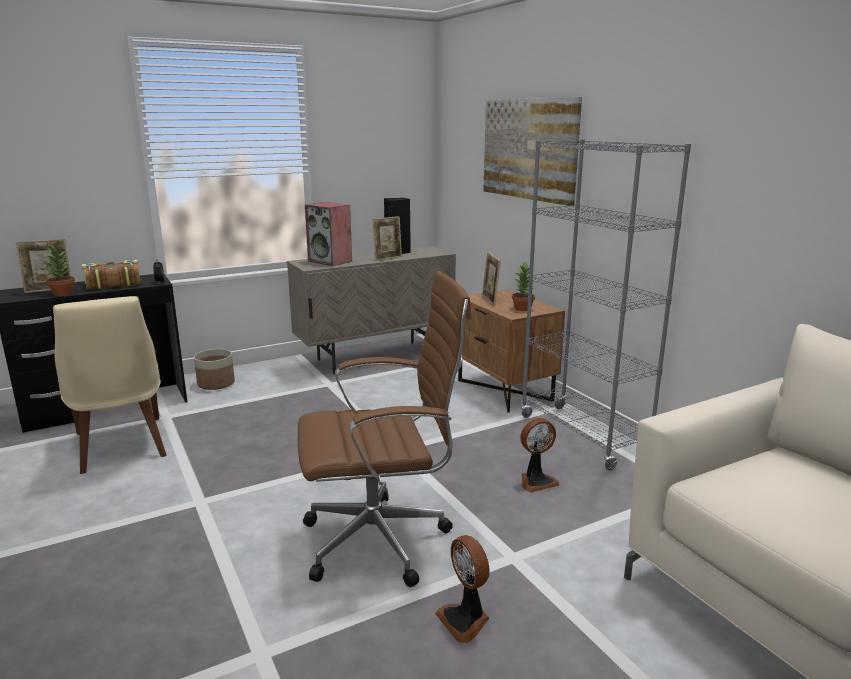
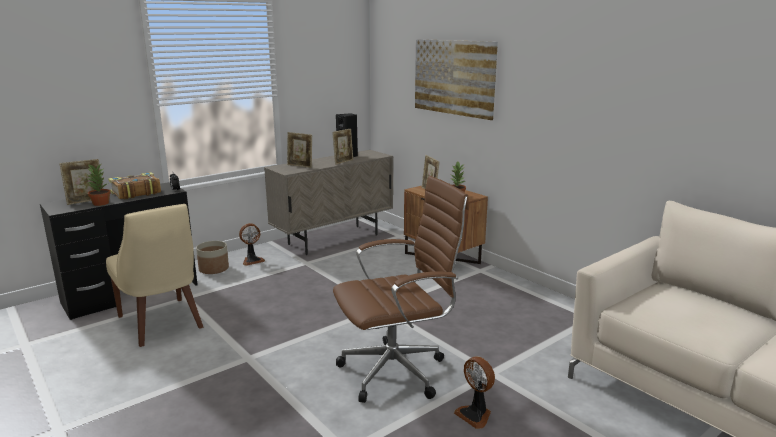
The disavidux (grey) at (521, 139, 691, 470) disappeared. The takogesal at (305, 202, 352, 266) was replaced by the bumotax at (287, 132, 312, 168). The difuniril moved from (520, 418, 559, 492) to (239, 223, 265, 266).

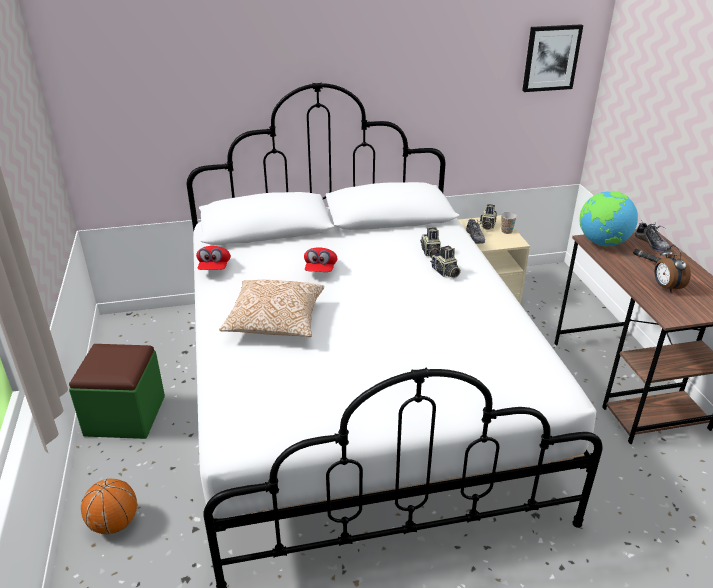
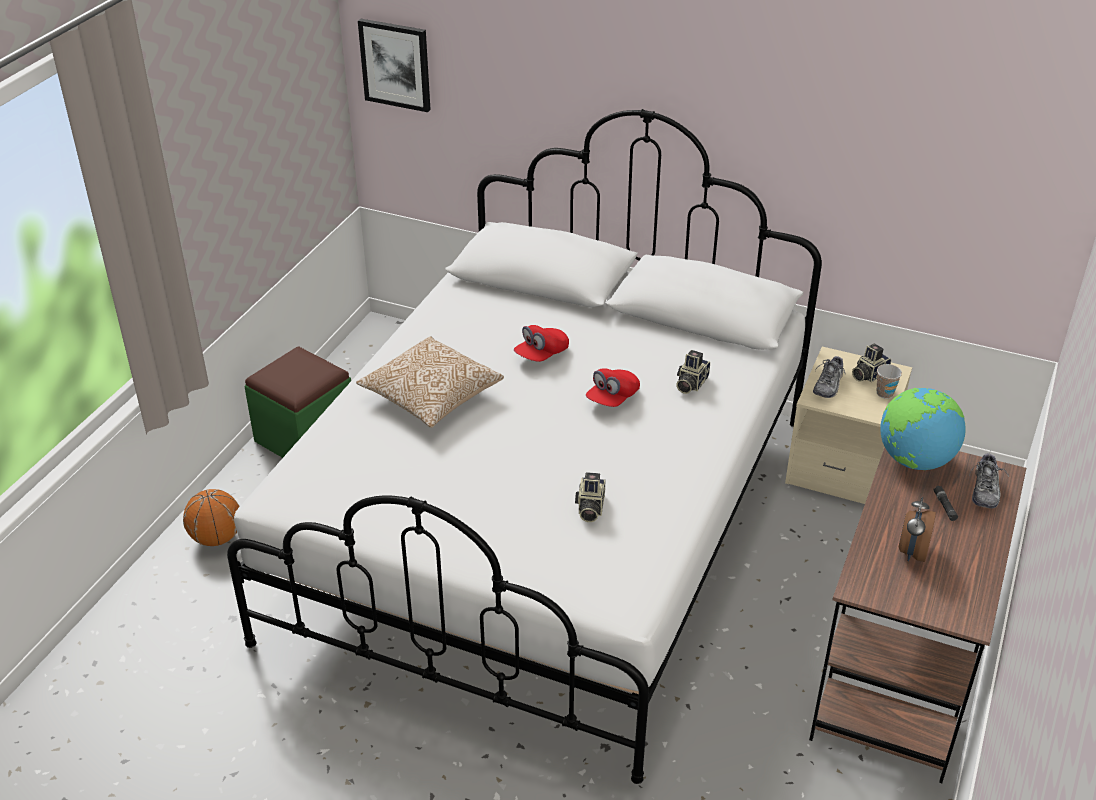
The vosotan moved from (522, 24, 583, 92) to (358, 19, 431, 112). The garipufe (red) moved from (196, 246, 231, 270) to (586, 368, 640, 407). The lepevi moved from (430, 246, 461, 278) to (575, 472, 605, 522).

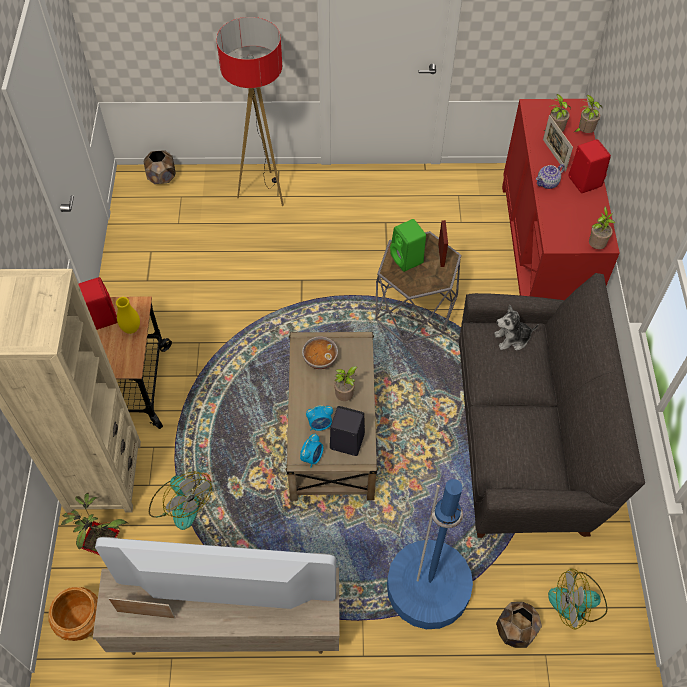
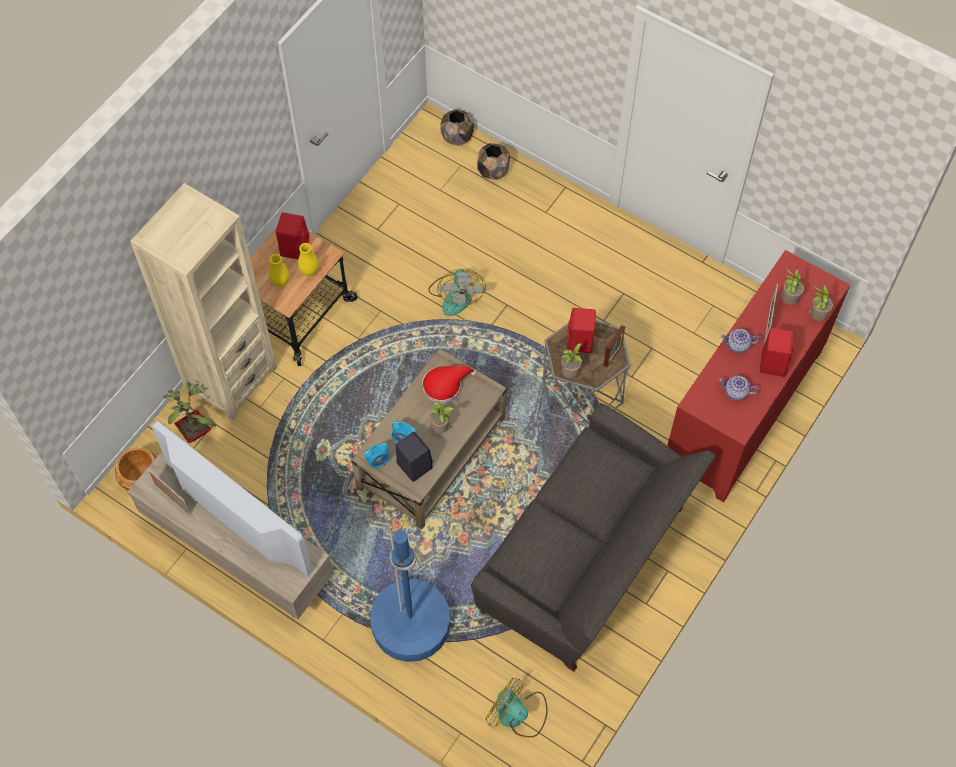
The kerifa at (216, 17, 284, 206) disappeared. The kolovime moved from (589, 206, 615, 249) to (562, 343, 582, 378). The takogesal (green) at (390, 219, 426, 272) became the takogesal (red) at (567, 308, 596, 353). The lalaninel at (494, 305, 539, 350) disappeared. The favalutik at (302, 336, 338, 369) was replaced by the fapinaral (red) at (422, 366, 477, 403). The difuniril moved from (149, 472, 212, 530) to (428, 269, 486, 316). The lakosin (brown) moved from (496, 602, 542, 648) to (477, 143, 510, 180). The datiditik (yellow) at (268, 254, 289, 287) appeared. The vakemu at (719, 376, 758, 401) appeared.

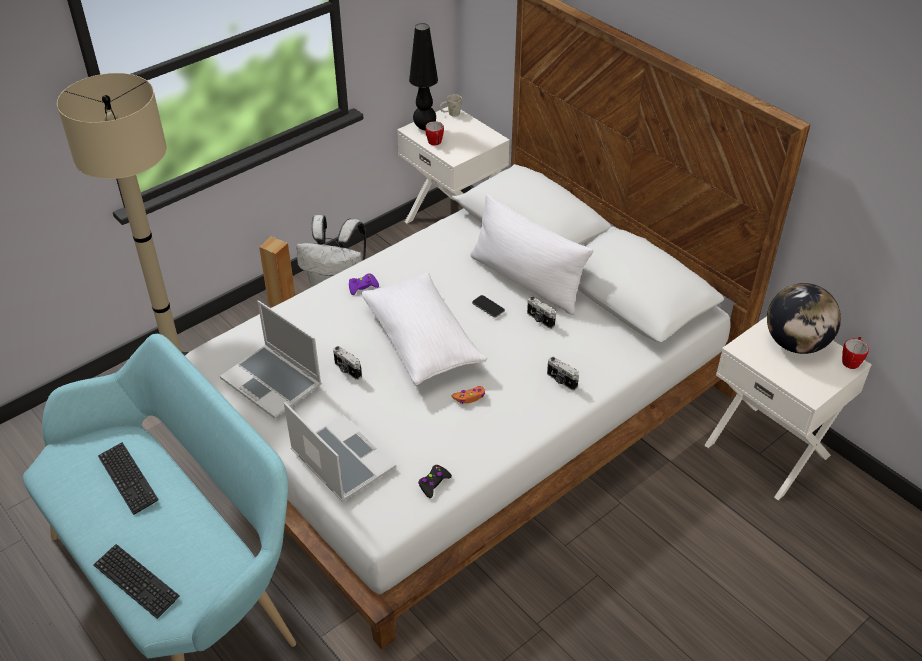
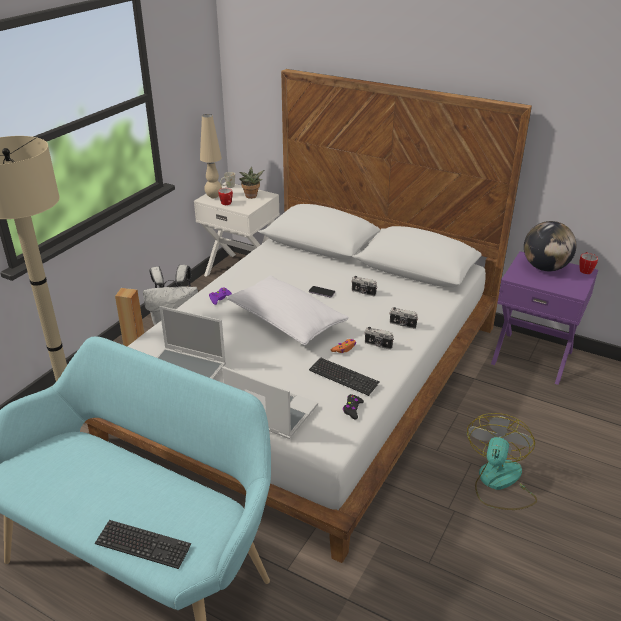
The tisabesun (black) at (409, 23, 438, 130) became the tisabesun (beige) at (200, 114, 222, 198). The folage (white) at (470, 194, 593, 315) disappeared. The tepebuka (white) at (705, 316, 872, 500) became the tepebuka (purple) at (491, 251, 598, 385). The lepevi moved from (333, 346, 362, 380) to (365, 327, 394, 350). The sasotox moved from (98, 442, 159, 515) to (309, 357, 379, 396). The kolovime at (239, 167, 264, 199) appeared. The difuniril at (467, 413, 537, 510) appeared.

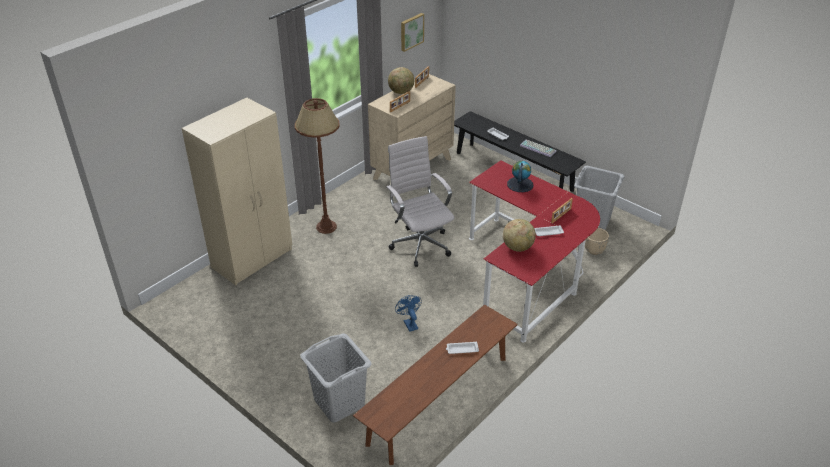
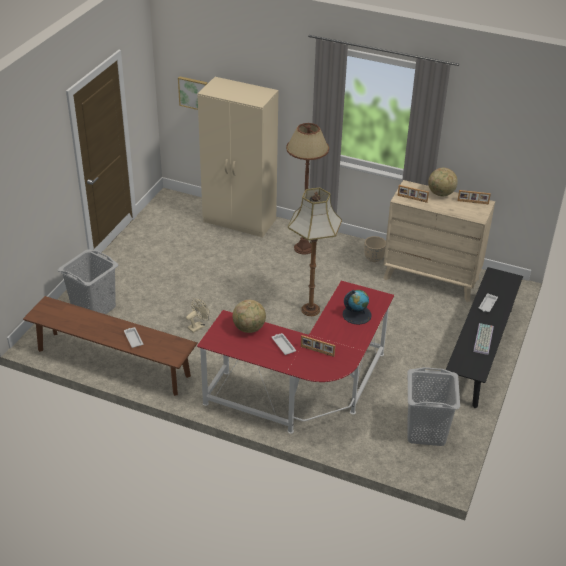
The vosotan moved from (401, 13, 424, 52) to (178, 76, 207, 110). The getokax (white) at (386, 136, 454, 267) was replaced by the kerifa at (288, 188, 342, 316). The lakosin (beige) moved from (585, 228, 609, 255) to (364, 236, 386, 262). The difuniril (blue) at (395, 295, 422, 332) became the difuniril (beige) at (186, 298, 210, 333).

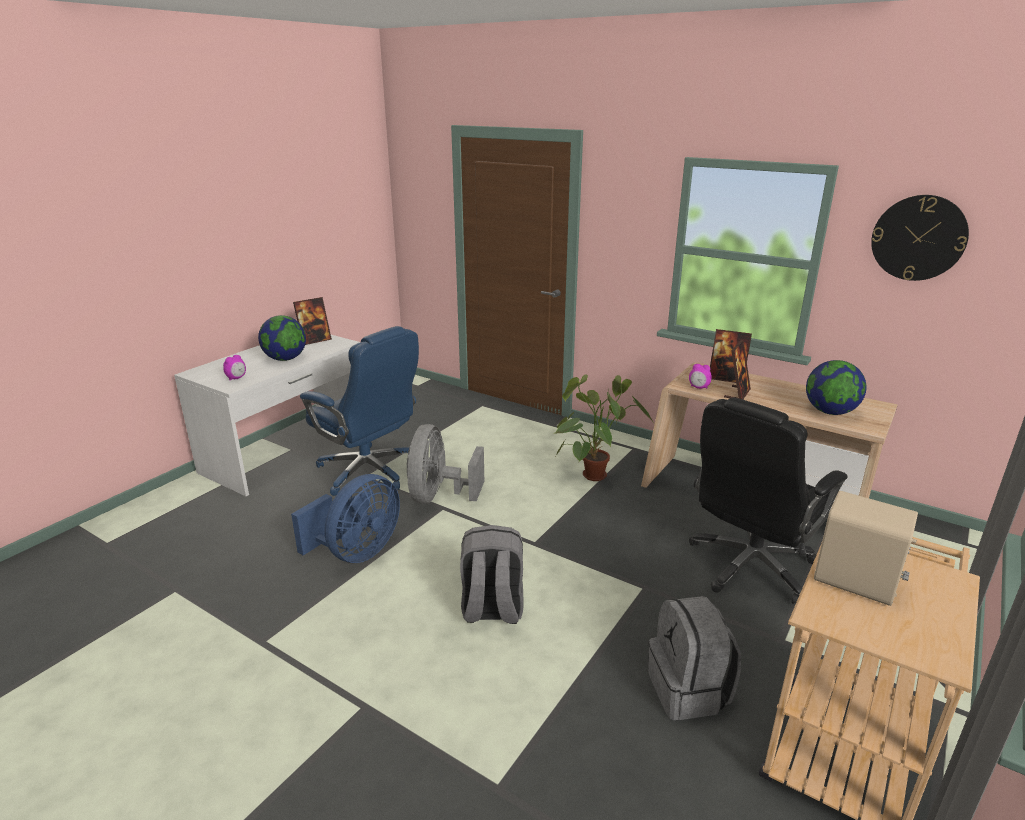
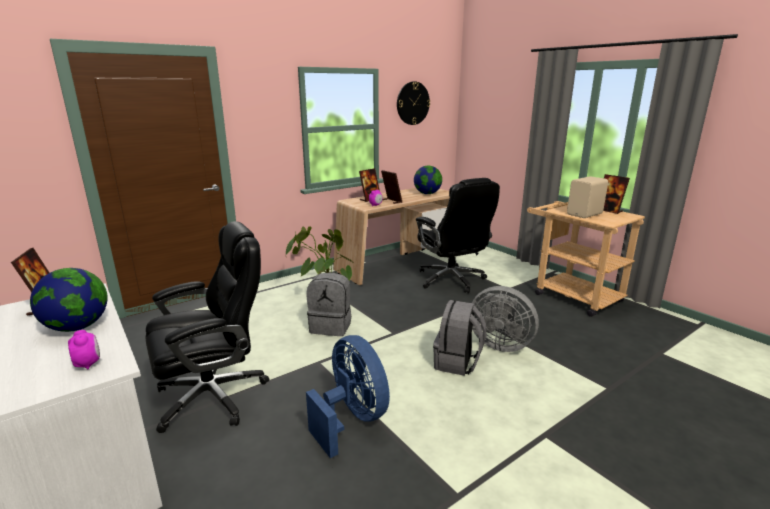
The getokax (blue) at (300, 326, 419, 496) became the getokax (black) at (146, 221, 269, 433). The difuniril (grey) moved from (406, 424, 484, 504) to (472, 286, 539, 352). The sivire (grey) moved from (648, 596, 741, 720) to (307, 272, 351, 336). The bumotax at (603, 174, 630, 214) appeared.

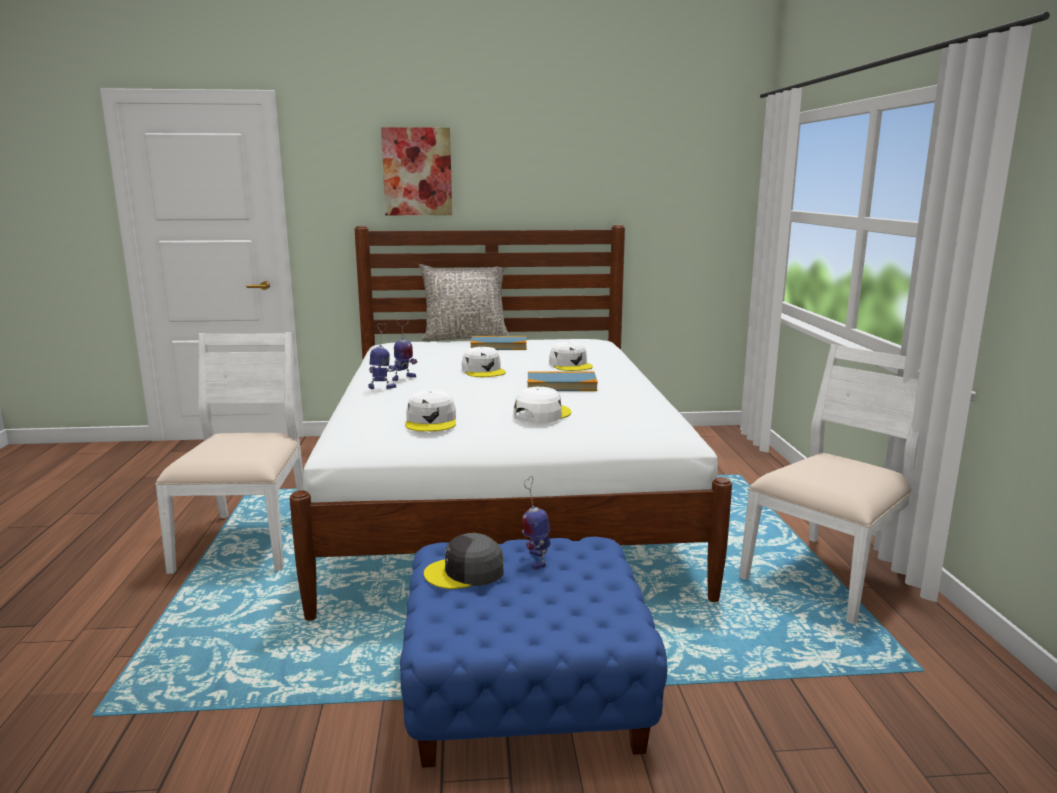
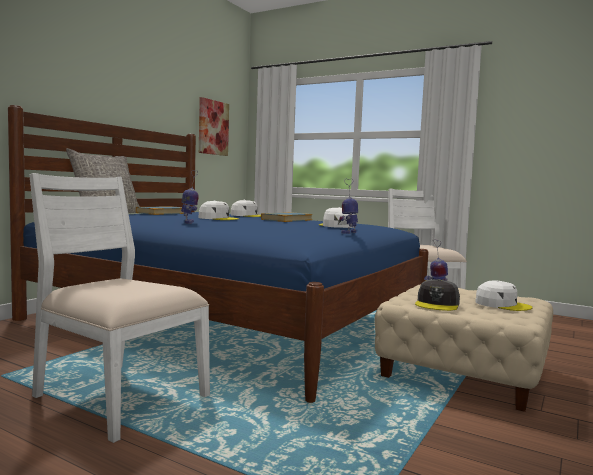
The vosotan moved from (381, 127, 452, 215) to (199, 97, 229, 156). The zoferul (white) at (289, 225, 732, 621) became the zoferul (blue) at (8, 105, 429, 403). The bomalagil moved from (368, 323, 396, 389) to (339, 179, 358, 234). The garipufe (white) moved from (406, 390, 456, 432) to (475, 281, 533, 311). The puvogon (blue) at (400, 537, 668, 768) became the puvogon (beige) at (374, 285, 553, 412).

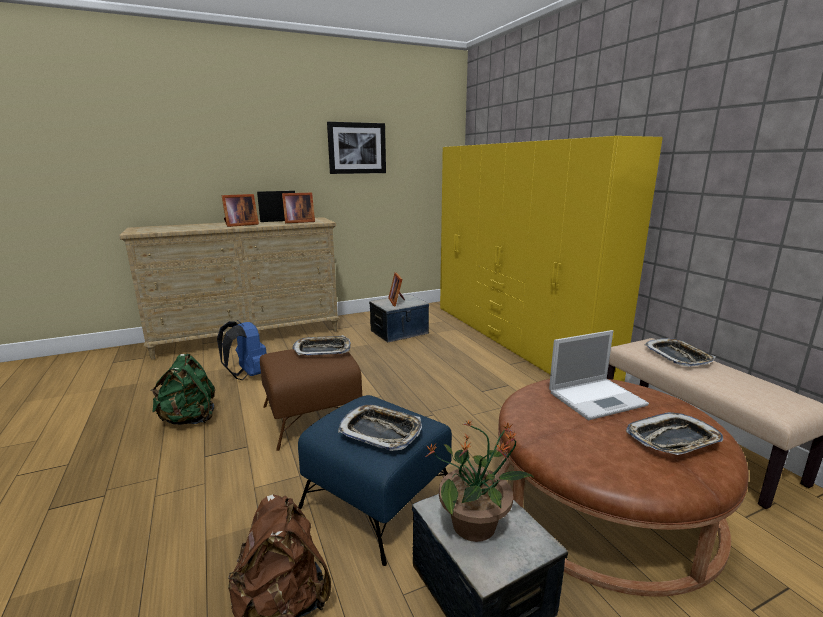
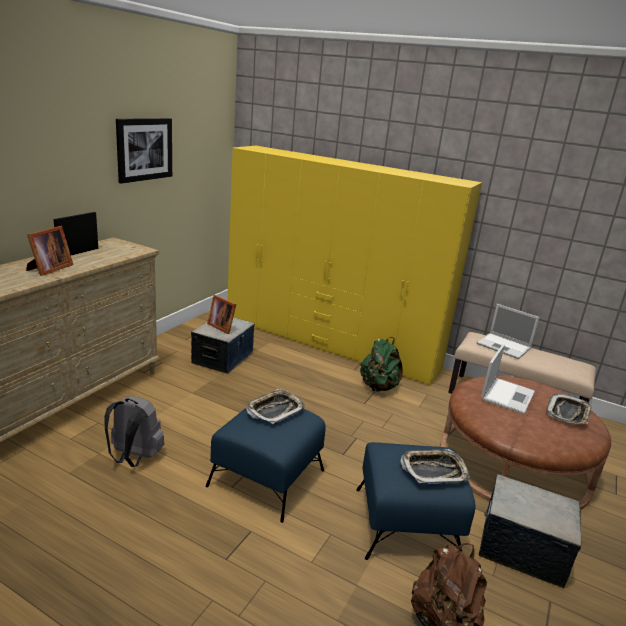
The bumotax at (282, 193, 315, 223) disappeared. The sivire (blue) at (217, 320, 267, 380) became the sivire (grey) at (104, 396, 164, 467). The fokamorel at (644, 338, 716, 366) was replaced by the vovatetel at (477, 304, 540, 359). The puvogon (brown) at (260, 349, 362, 451) became the puvogon (blue) at (206, 408, 326, 523). The sivire (green) moved from (150, 353, 215, 425) to (360, 337, 403, 392). The kolovime at (425, 420, 533, 542) disappeared.

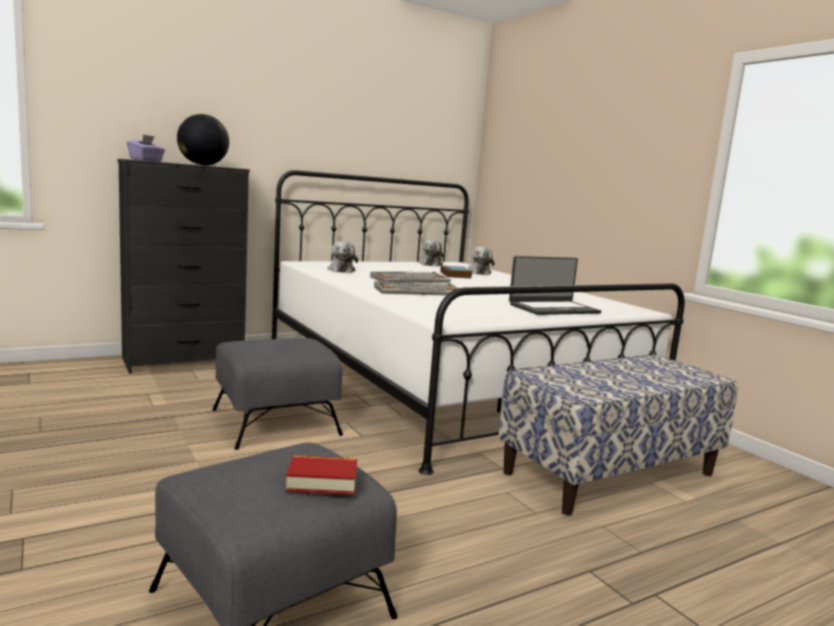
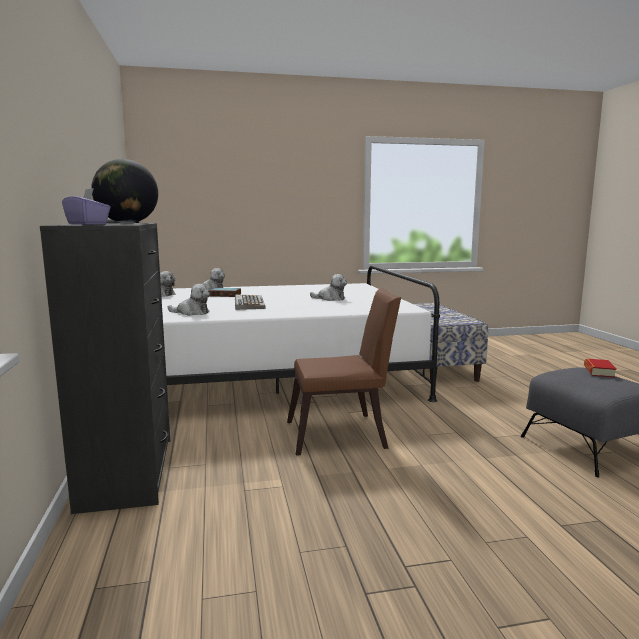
The vovatetel at (509, 256, 601, 315) disappeared. The sasotox at (374, 281, 463, 296) disappeared. The puvogon (grey) at (212, 338, 343, 450) was replaced by the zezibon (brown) at (287, 288, 401, 456). The lalaninel at (310, 274, 347, 301) appeared.

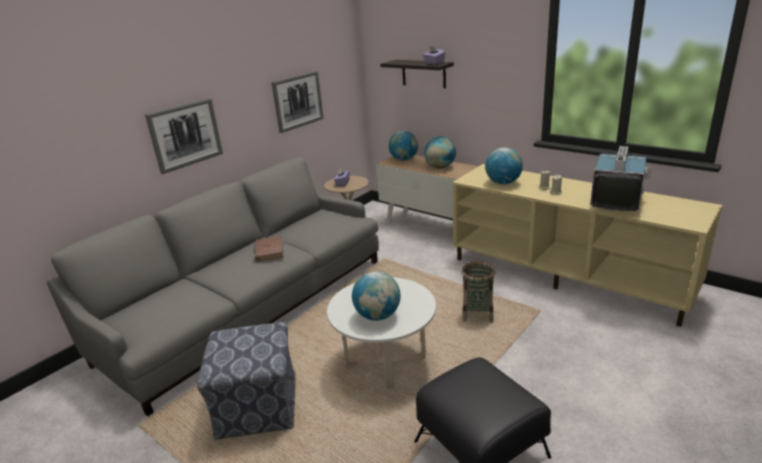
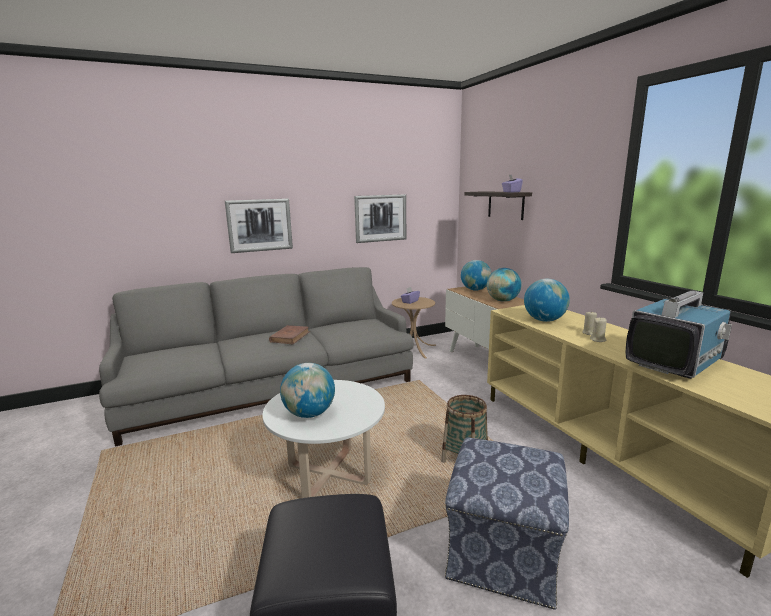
The puvogon moved from (197, 322, 296, 440) to (445, 438, 569, 610).

